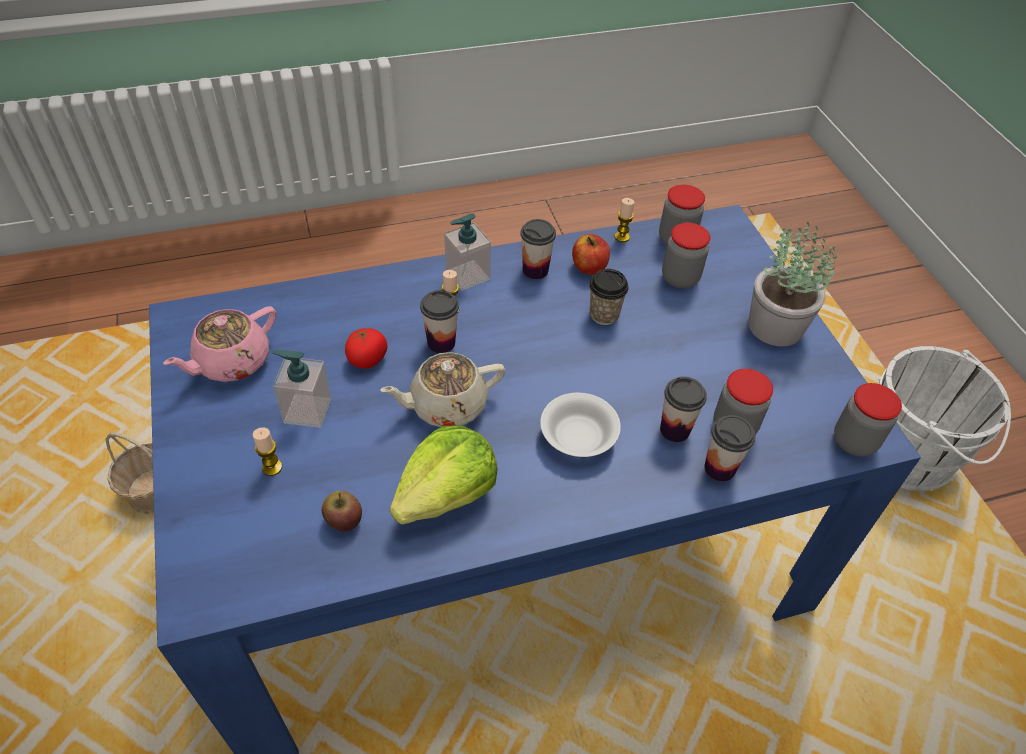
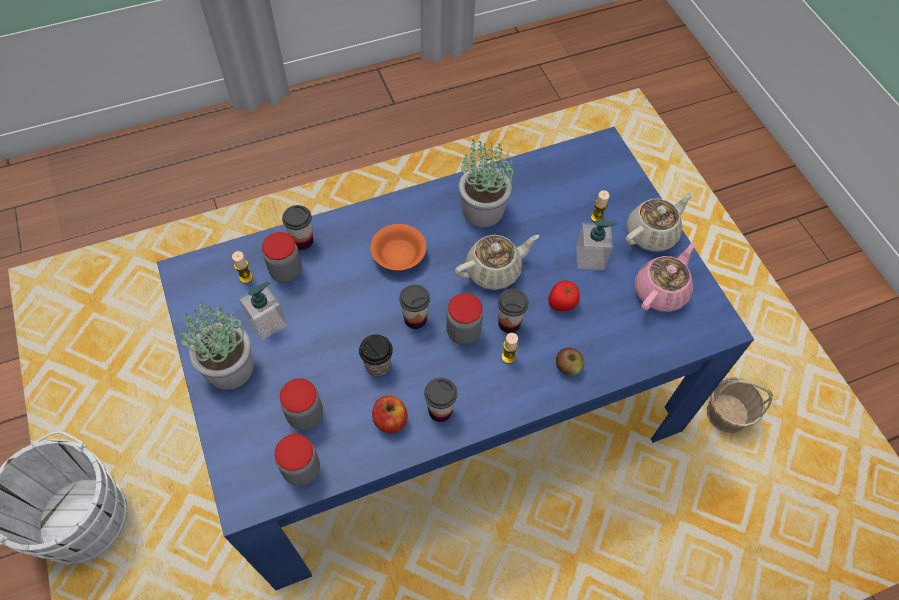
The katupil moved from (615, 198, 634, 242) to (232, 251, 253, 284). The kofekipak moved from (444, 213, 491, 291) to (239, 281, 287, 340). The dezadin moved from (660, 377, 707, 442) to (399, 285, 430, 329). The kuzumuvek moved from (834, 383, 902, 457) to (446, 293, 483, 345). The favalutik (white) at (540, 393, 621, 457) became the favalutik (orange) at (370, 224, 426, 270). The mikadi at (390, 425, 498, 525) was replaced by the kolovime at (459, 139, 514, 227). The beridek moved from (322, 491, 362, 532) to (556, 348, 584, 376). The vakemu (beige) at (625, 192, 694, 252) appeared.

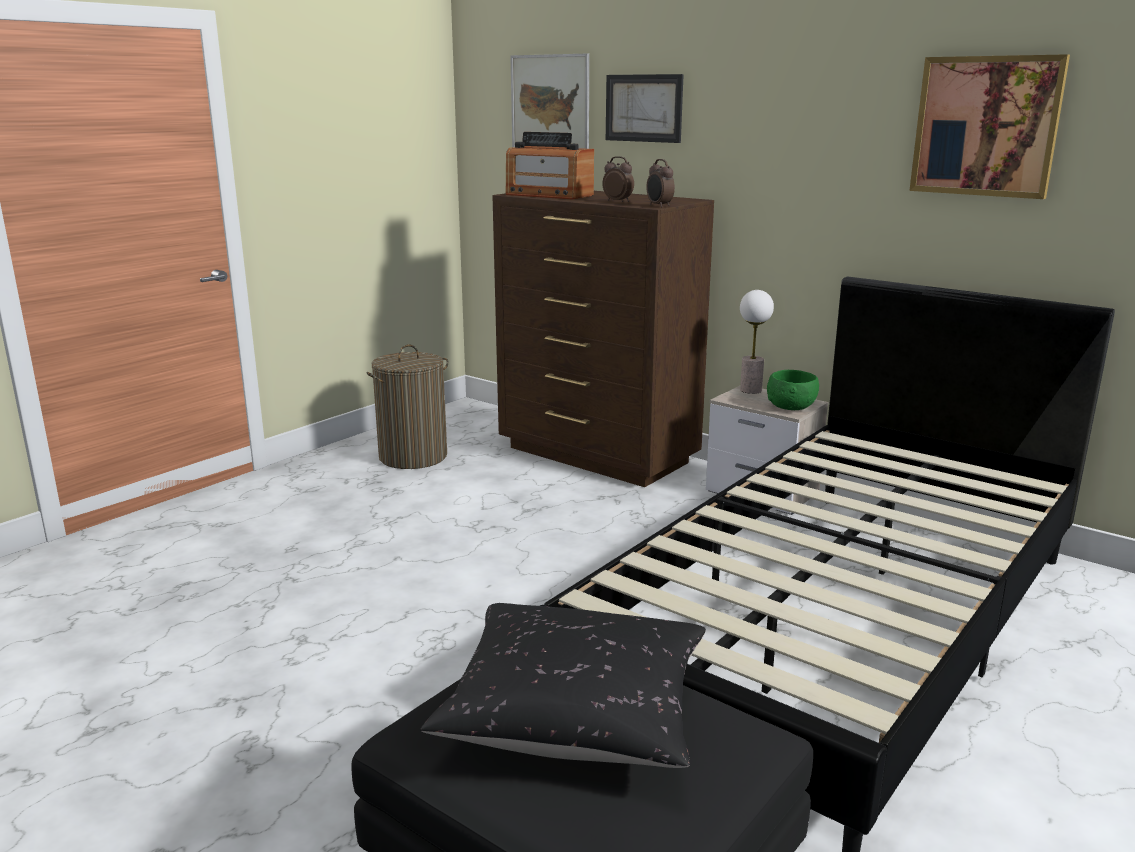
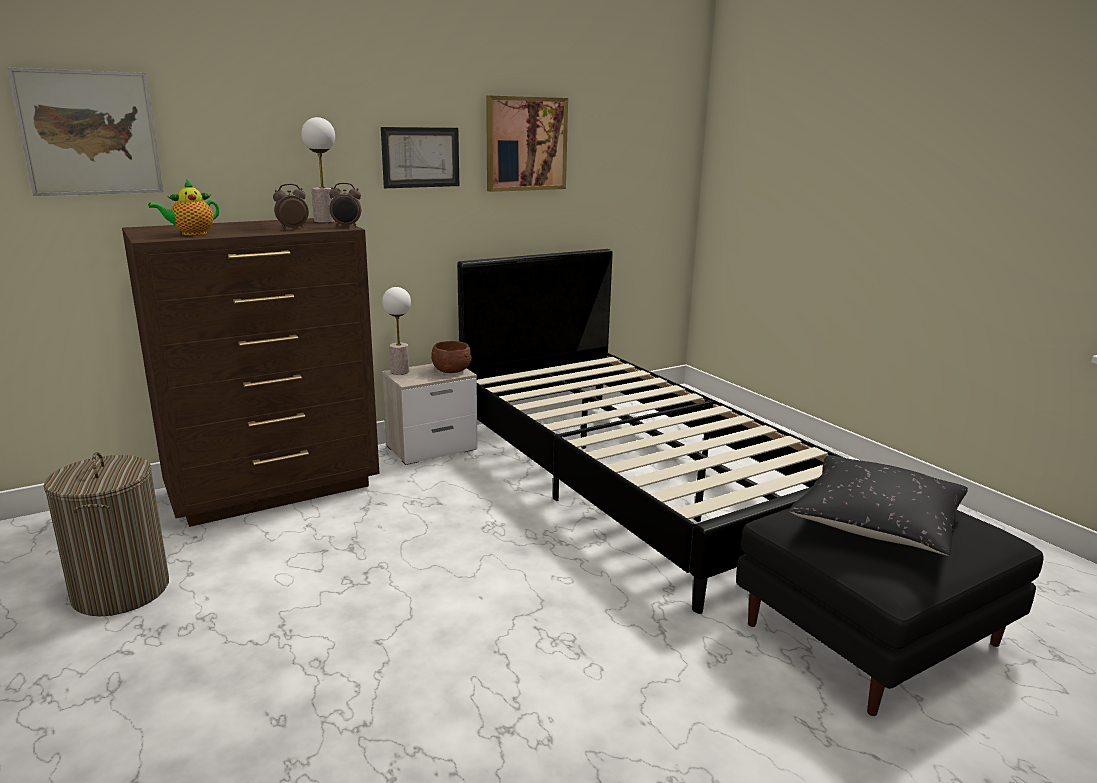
The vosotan moved from (606, 74, 684, 143) to (381, 127, 459, 188). The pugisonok at (506, 132, 594, 199) was replaced by the vakemu at (148, 179, 219, 235). The favalutik (green) at (767, 370, 819, 410) became the favalutik (brown) at (431, 341, 472, 373). The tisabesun at (301, 117, 335, 223) appeared.

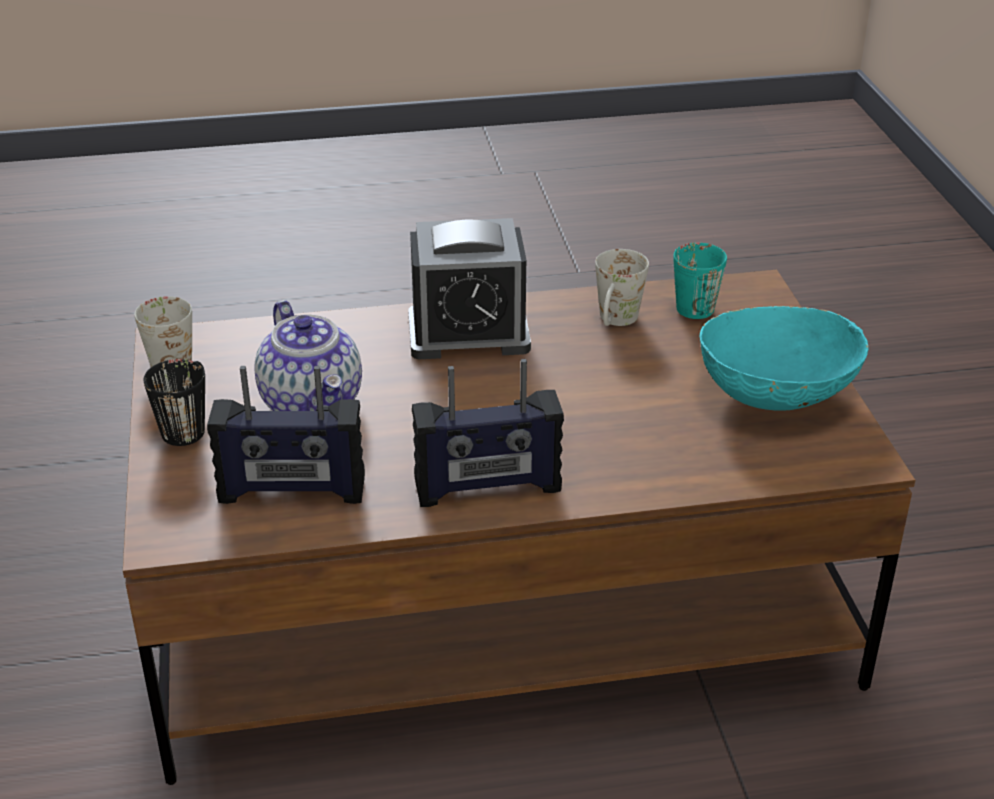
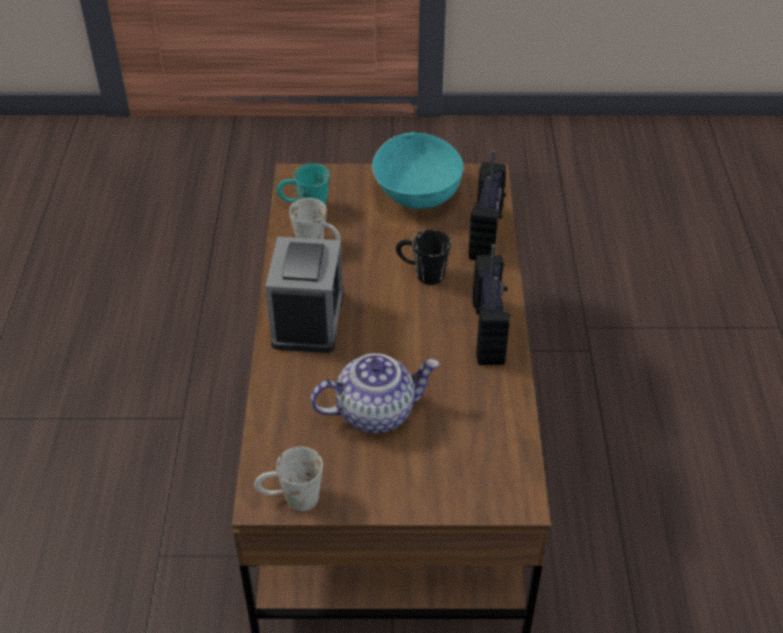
The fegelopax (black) moved from (144, 359, 205, 446) to (396, 230, 451, 285). The pugisonok moved from (207, 366, 365, 504) to (468, 150, 506, 260).

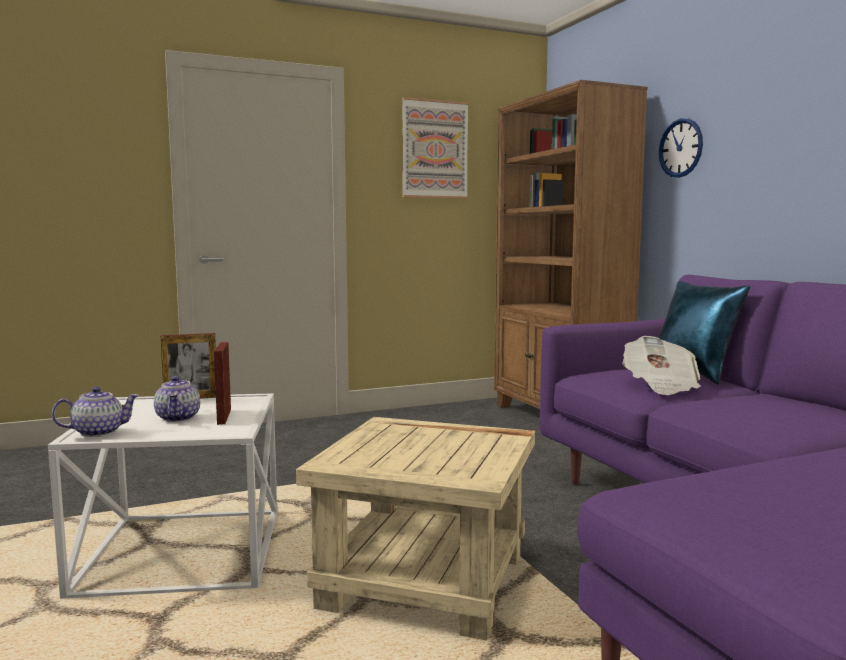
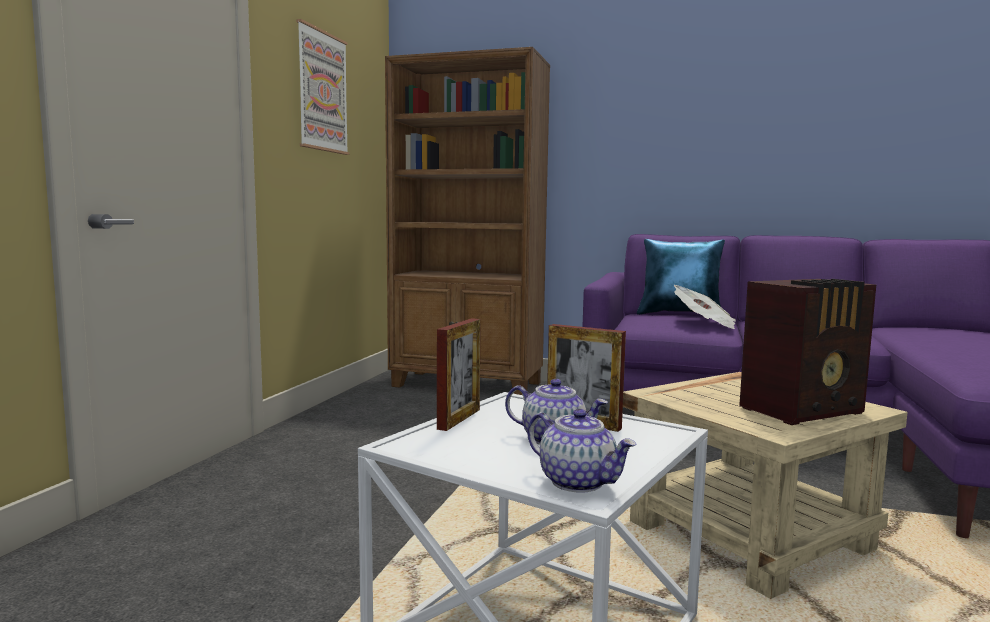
The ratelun at (659, 118, 703, 178) disappeared. The vakemu at (52, 387, 139, 437) turned 120 degrees clockwise. The pugisonok at (740, 279, 876, 425) appeared.

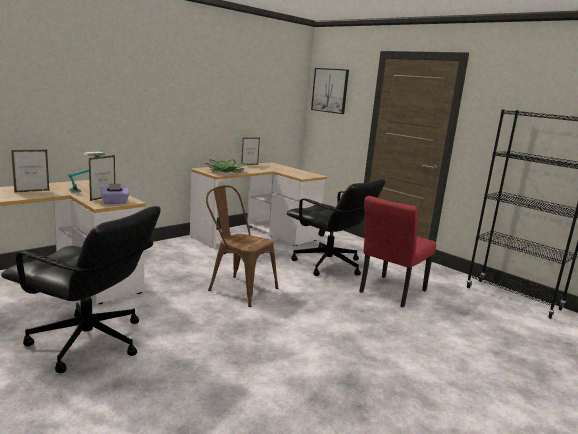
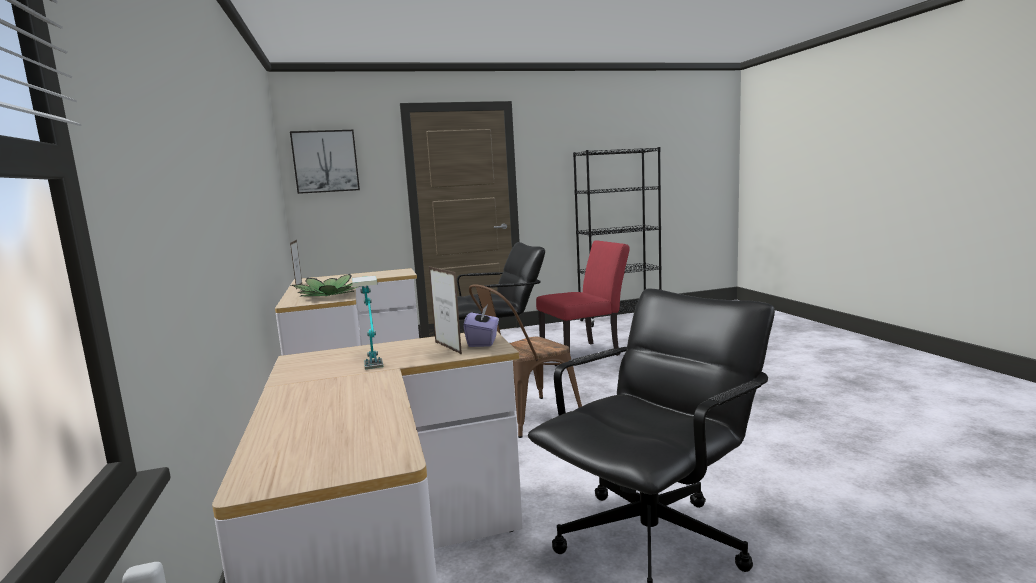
The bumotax at (11, 150, 50, 193) disappeared. The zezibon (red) at (359, 196, 436, 307) turned 90 degrees counterclockwise.

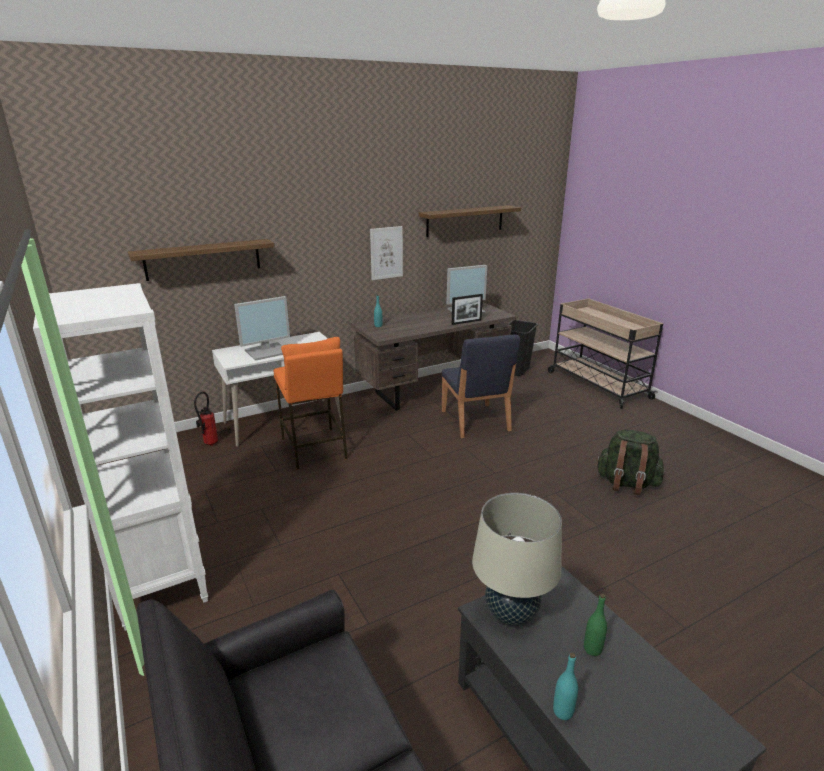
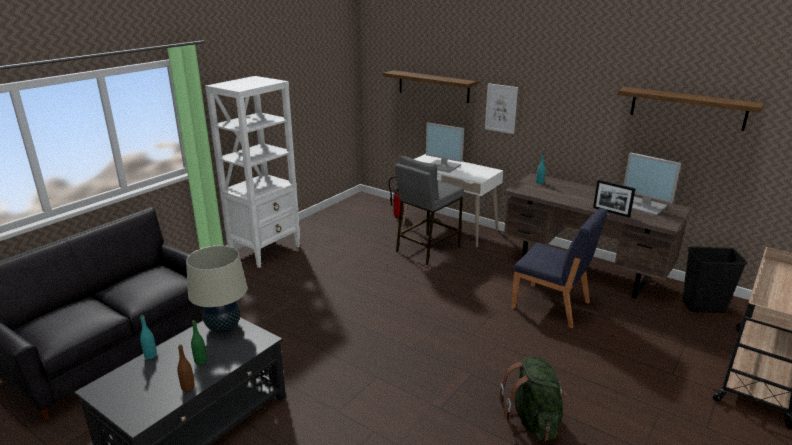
The vosotan moved from (370, 226, 403, 280) to (485, 83, 518, 134). The zezibon (blue) at (442, 334, 520, 438) turned 105 degrees counterclockwise. The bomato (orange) at (273, 337, 348, 470) became the bomato (grey) at (395, 156, 464, 265). The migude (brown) at (177, 345, 195, 391) appeared.

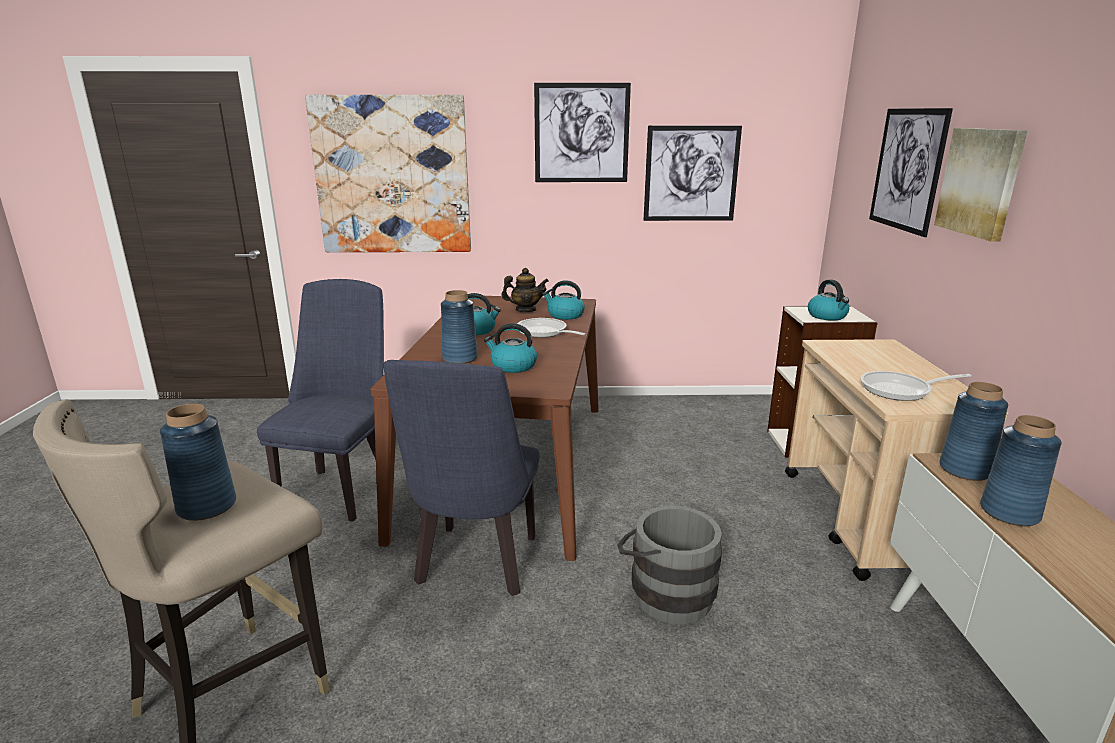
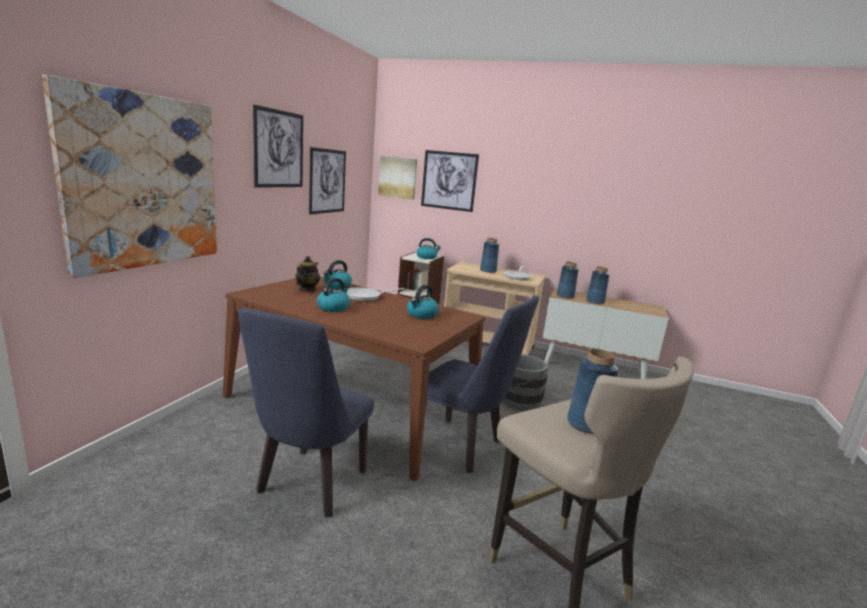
The vosotan moved from (934, 128, 1027, 242) to (378, 156, 417, 200). The zezibon (blue) at (257, 279, 384, 522) turned 105 degrees counterclockwise. The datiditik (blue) moved from (441, 290, 478, 364) to (480, 238, 499, 273).

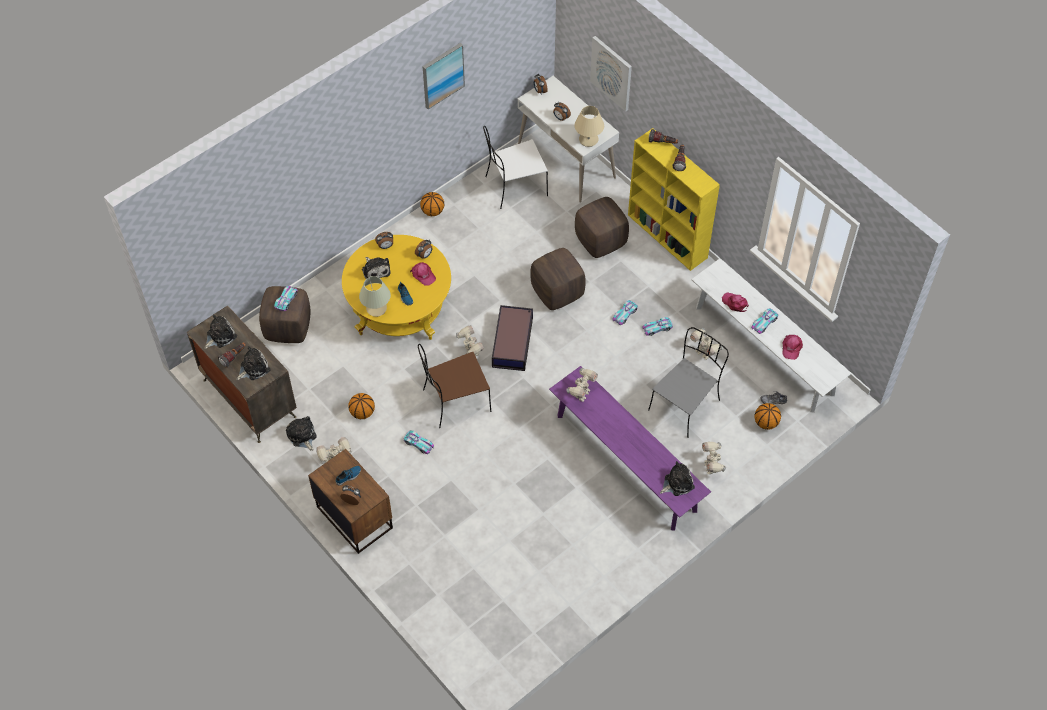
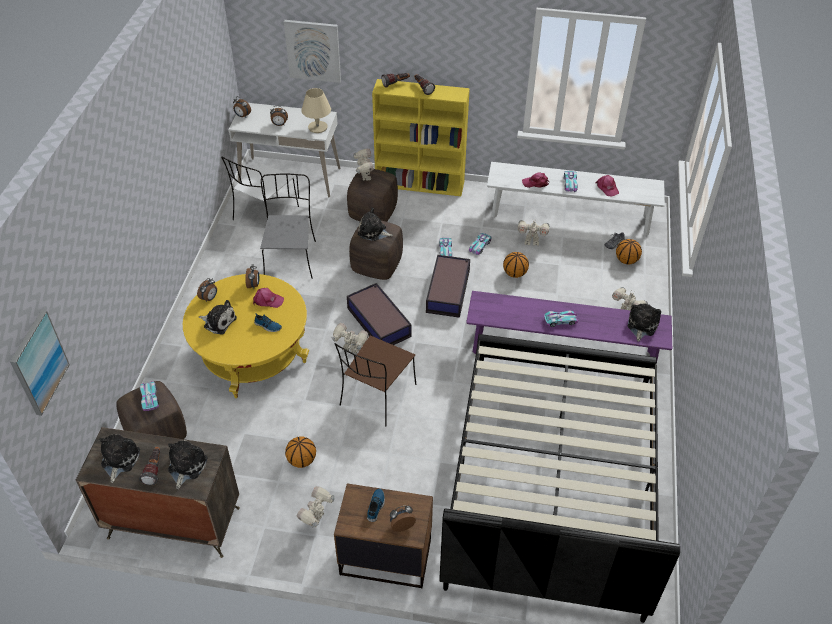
The vosotan moved from (423, 43, 465, 109) to (10, 310, 70, 416). The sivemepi moved from (420, 192, 444, 216) to (503, 252, 529, 278). The tisabesun (beige) at (359, 276, 391, 317) disappeared. The zezibon (grey) moved from (648, 327, 729, 438) to (260, 173, 316, 279). The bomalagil moved from (566, 368, 598, 402) to (353, 149, 374, 181). The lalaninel moved from (286, 416, 317, 451) to (358, 208, 393, 241). The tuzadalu moved from (404, 431, 434, 454) to (544, 310, 578, 327). The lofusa at (426, 255, 470, 318) appeared. The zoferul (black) at (439, 334, 680, 623) appeared.

